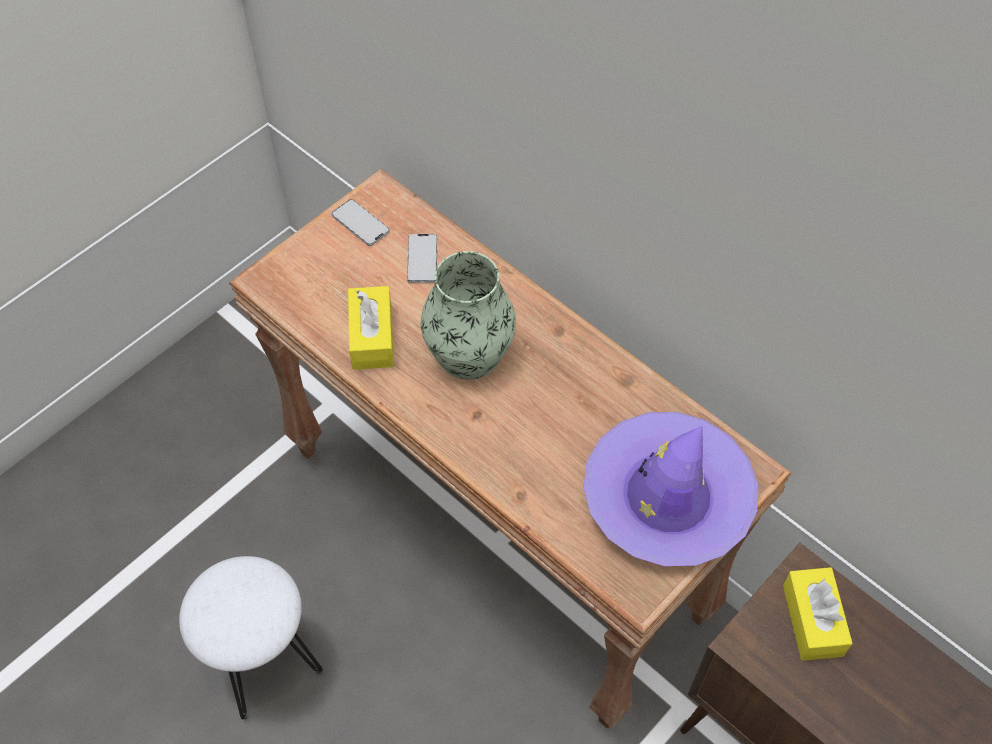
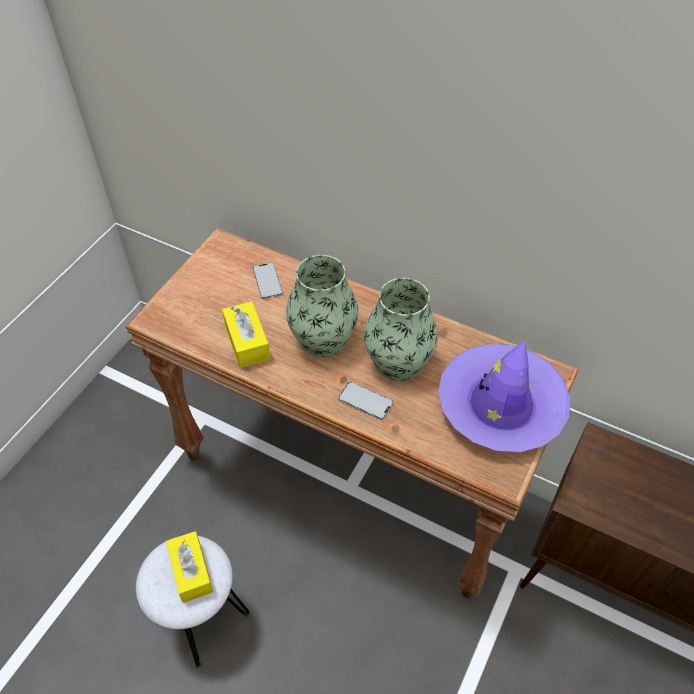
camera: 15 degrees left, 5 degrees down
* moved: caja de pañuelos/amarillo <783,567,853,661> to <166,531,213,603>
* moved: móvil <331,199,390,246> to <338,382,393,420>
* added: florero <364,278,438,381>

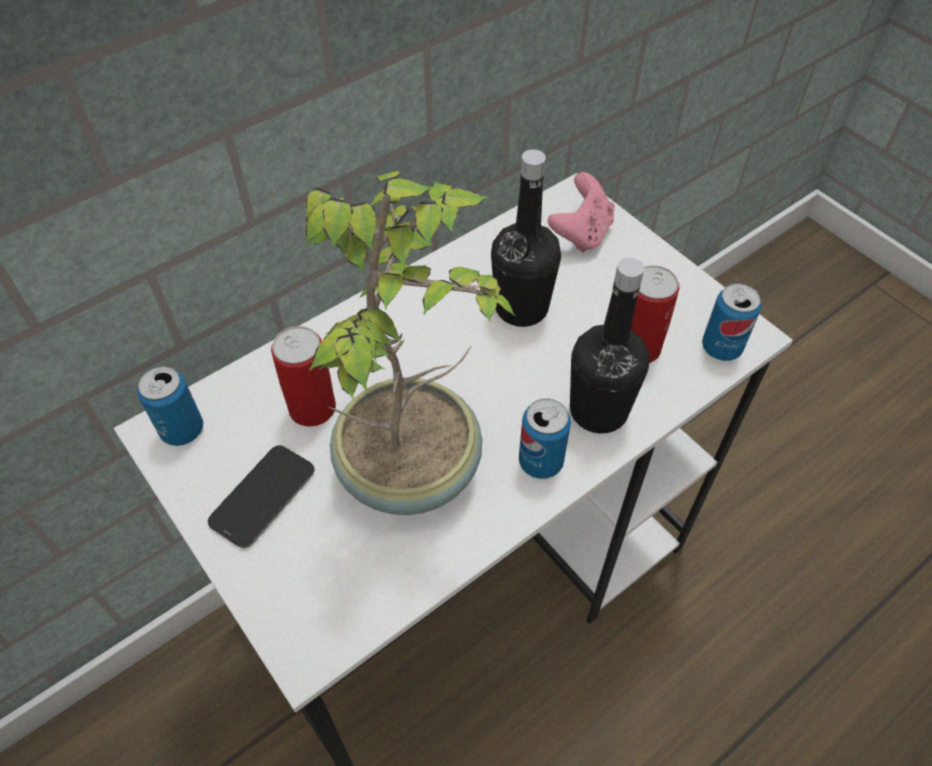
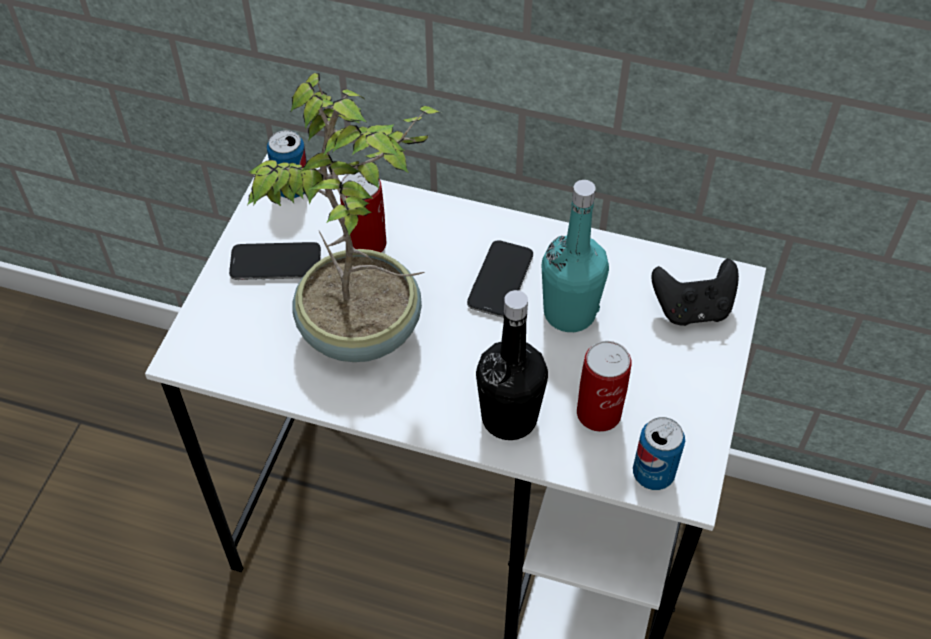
camera: 55 degrees right, 0 degrees up
* added: móvil <467,240,533,317>
* recoloured: botella/negro <491,149,561,327> to botella/turquesa <542,180,609,332>
* recoloured: mando de consola/rosa <548,172,615,253> to mando de consola/negro <651,259,739,326>
* removed: lata <519,398,571,479>

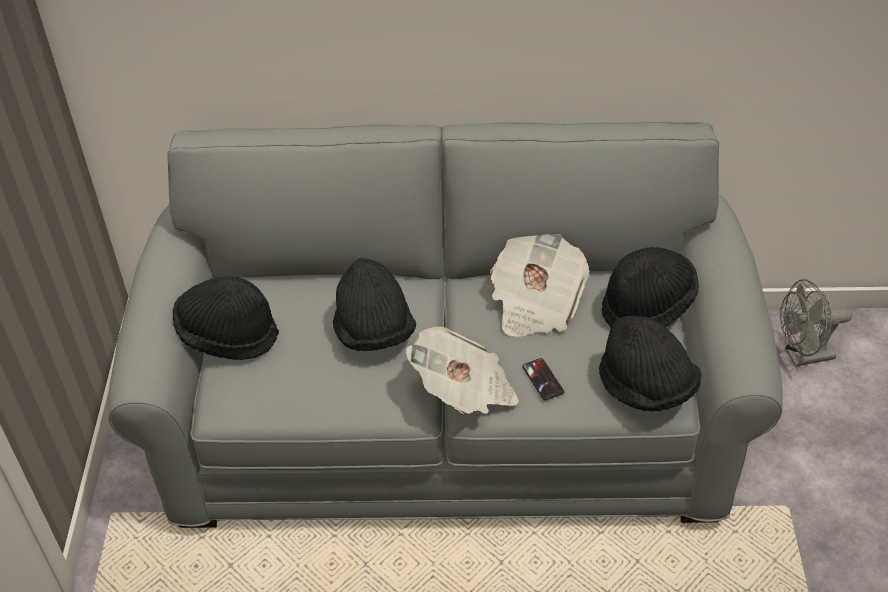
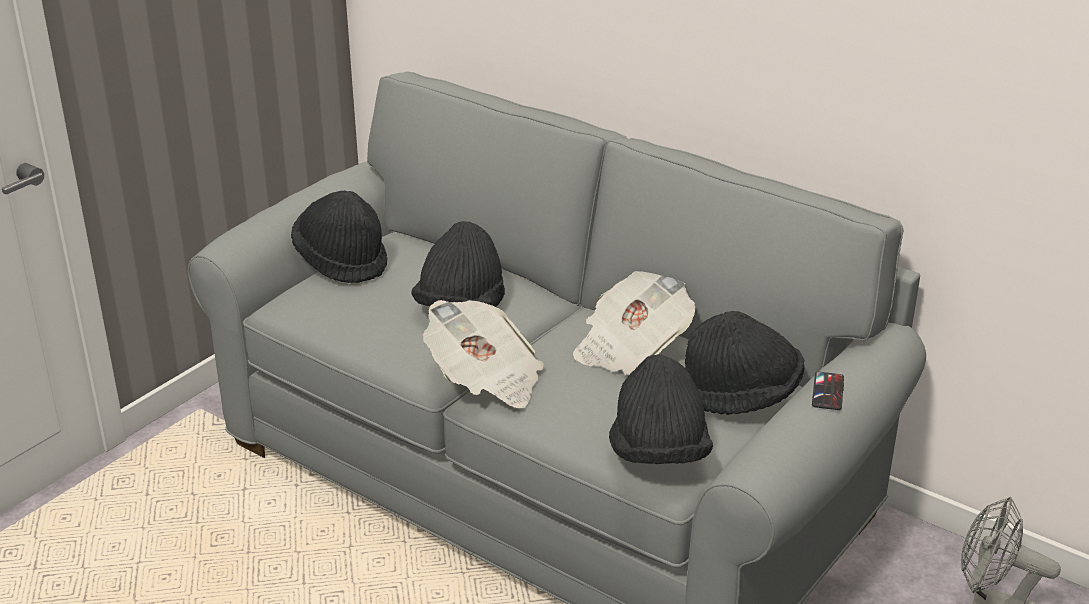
camera: 35 degrees right, 15 degrees down
* moved: móvil <522,358,564,400> to <812,372,844,410>

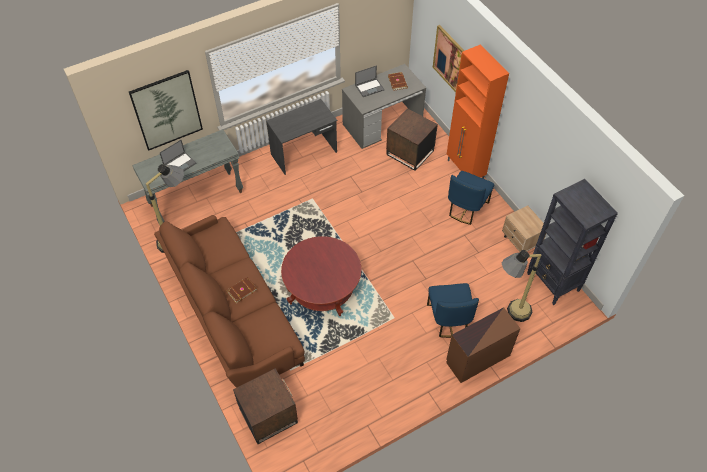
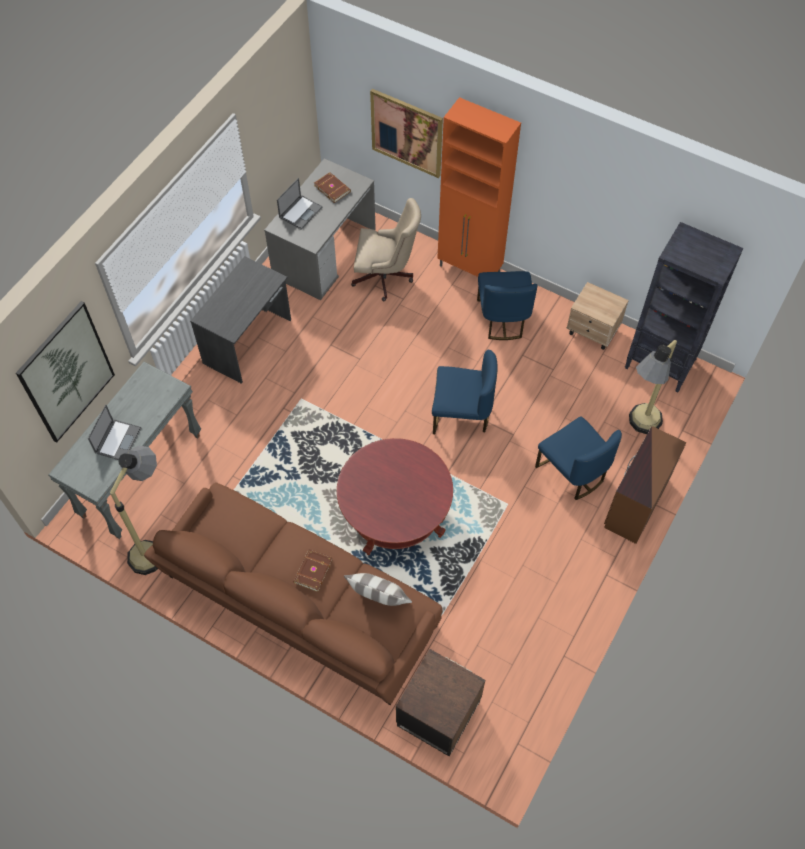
camera: 30 degrees left, 5 degrees up
* added: cojín <344,573,412,606>
* replaced: mesa auxiliar/marrón <386,108,438,171> to silla de oficina/beis <351,198,421,301>
* added: silla/azul <432,350,498,434>

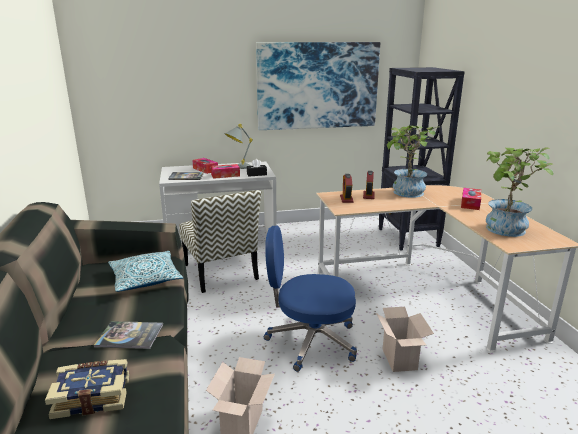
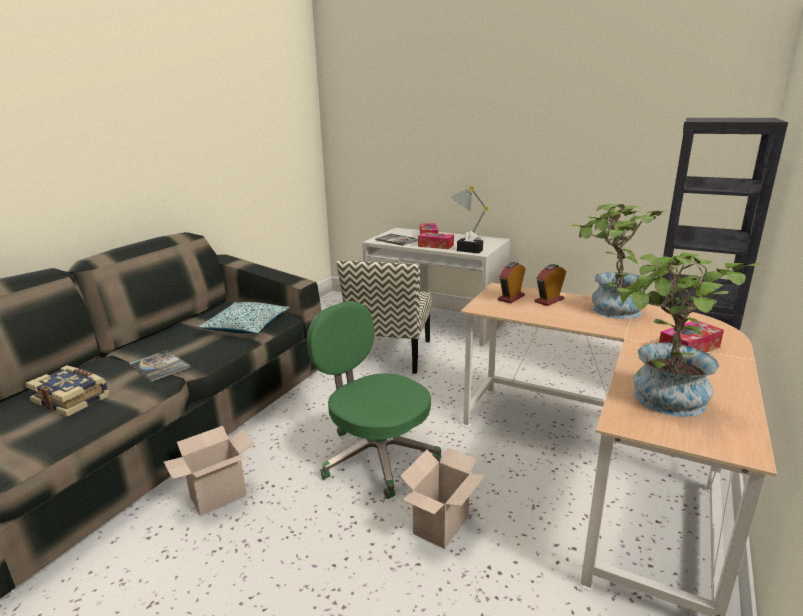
camera: 40 degrees right, 0 degrees up
* recoloured: silla de oficina/azul <264,226,357,372> to silla de oficina/verde <307,301,441,499>
* removed: cuadro <256,42,380,130>

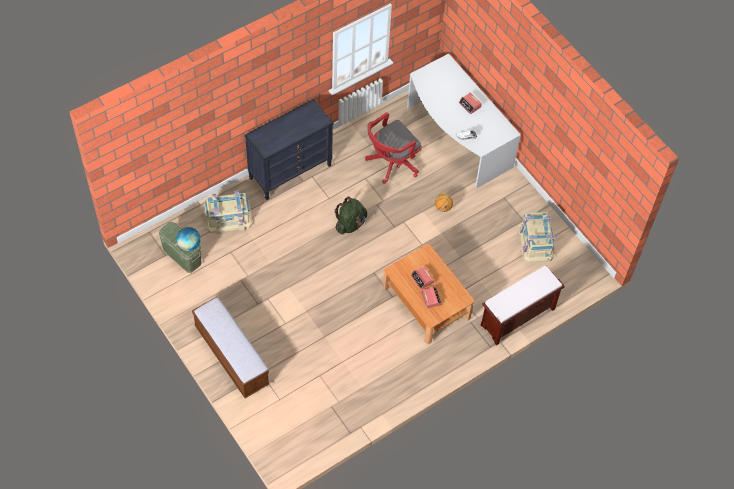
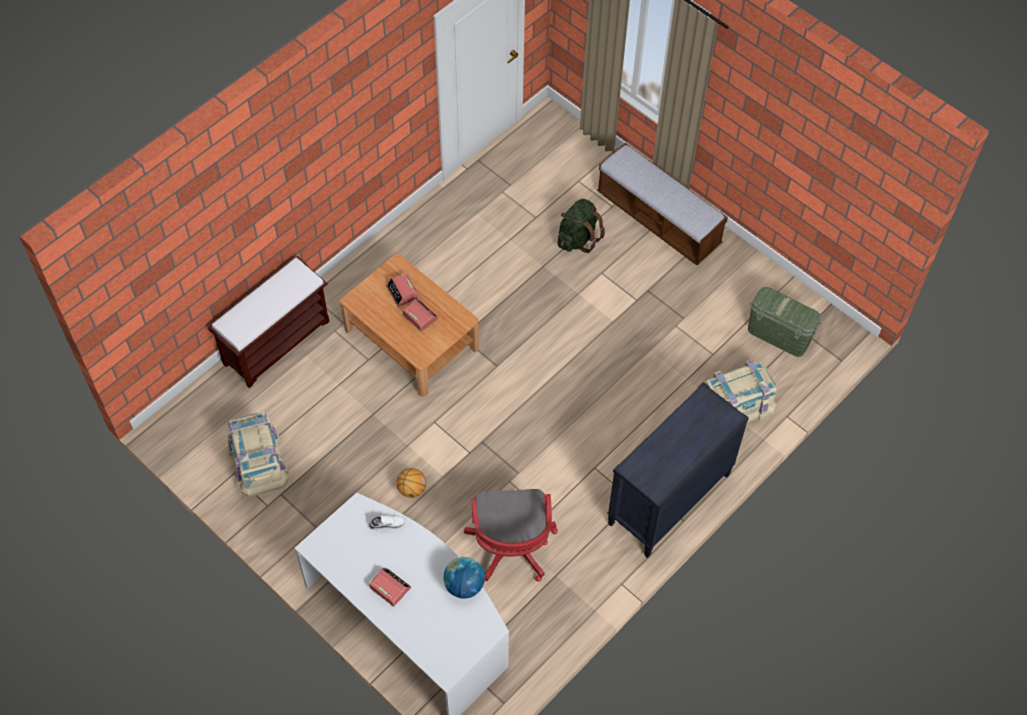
camera: 170 degrees right, 0 degrees up
* moved: globo terráqueo <176,227,201,251> to <444,557,485,599>
* turned: silla de oficina/rojo <365,112,422,184> = <464,489,558,582> 135 degrees clockwise
* moved: mochila/verde <335,196,367,234> to <558,199,605,253>

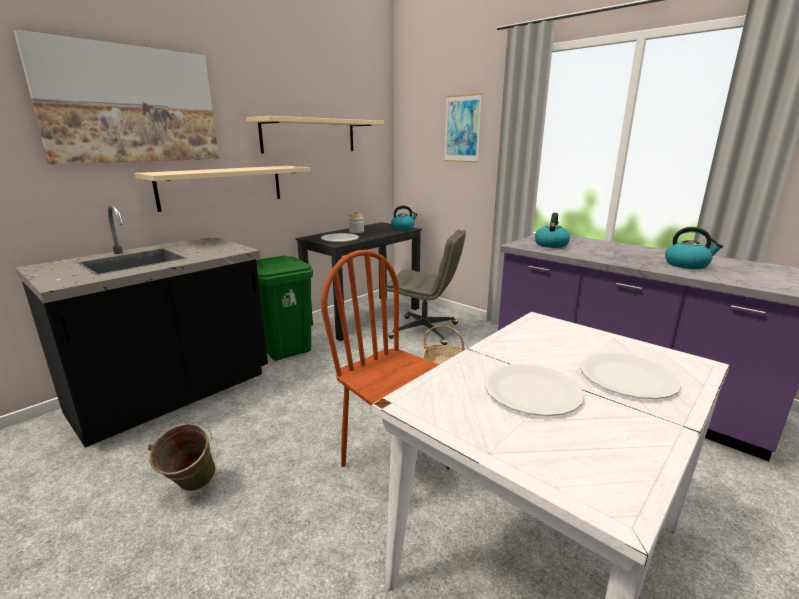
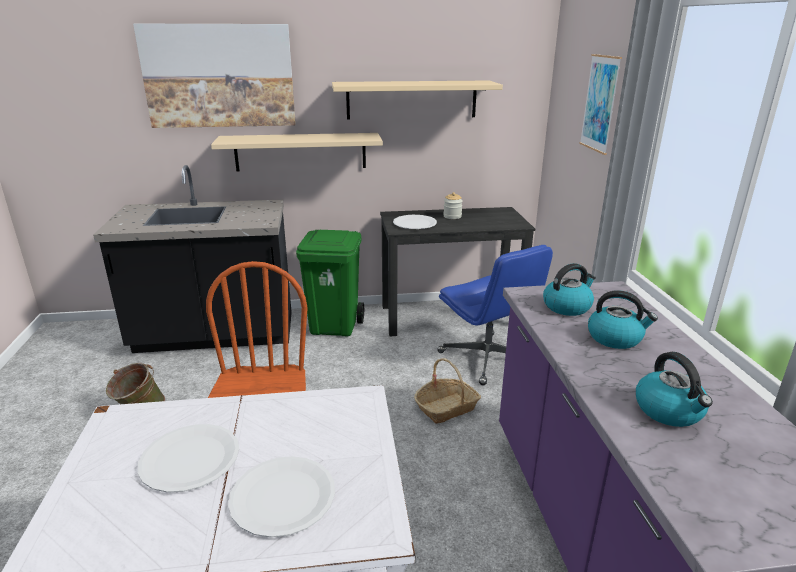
camera: 40 degrees right, 5 degrees up
* recoloured: silla de oficina/gris <386,229,466,345> to silla de oficina/azul <437,245,553,386>
* moved: hervidor <391,206,418,230> to <588,290,658,349>

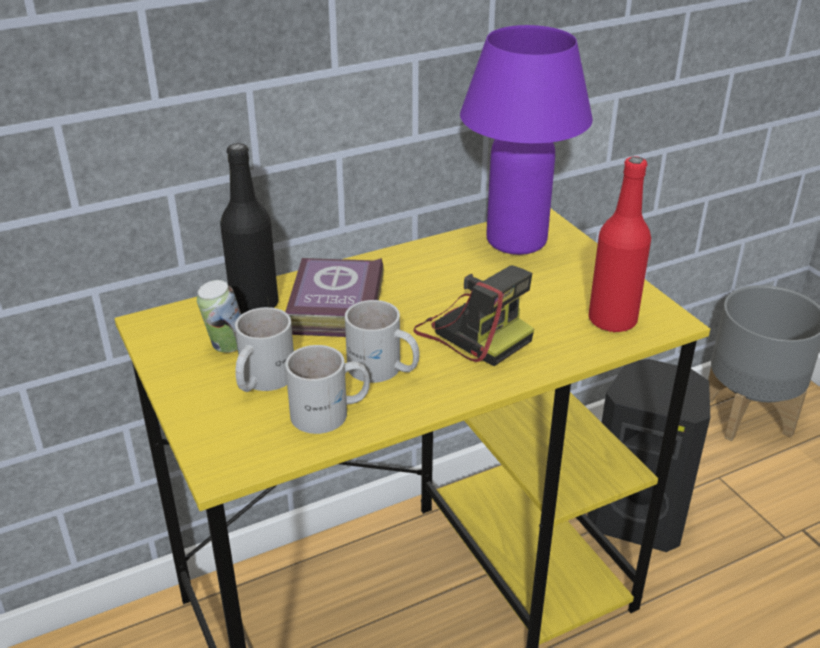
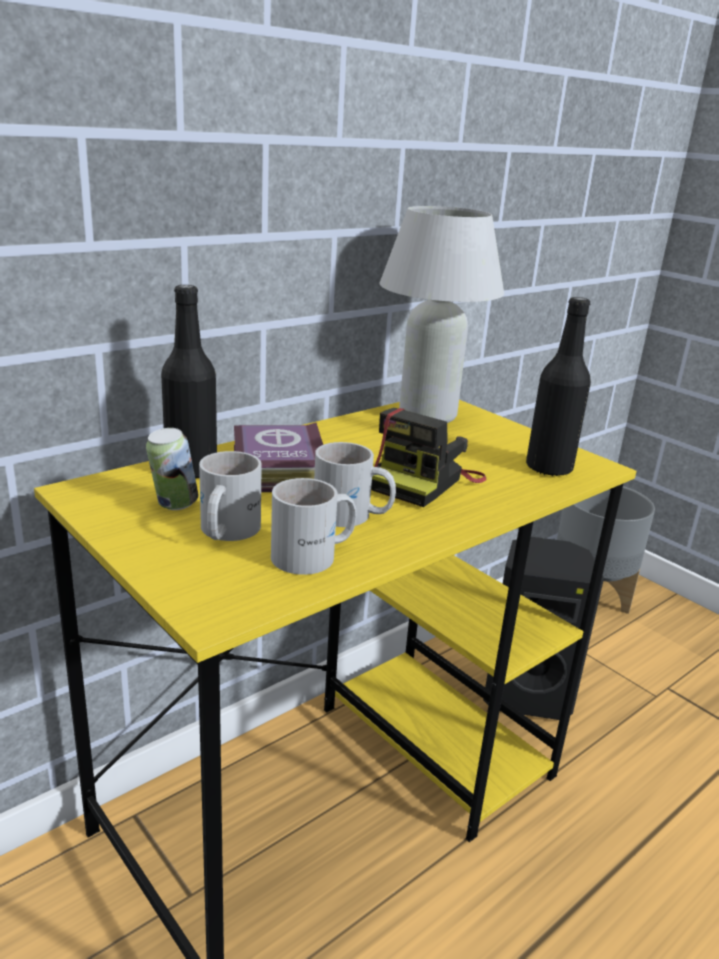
camera: 15 degrees left, 10 degrees down
* turned: cámara <414,265,534,366> = <371,408,486,507> 90 degrees clockwise
* recoloured: lámpara de mesa/morado <460,25,593,255> to lámpara de mesa/blanco <380,206,504,423>
* recoloured: botella/rojo <589,156,651,332> to botella/negro <526,297,591,477>

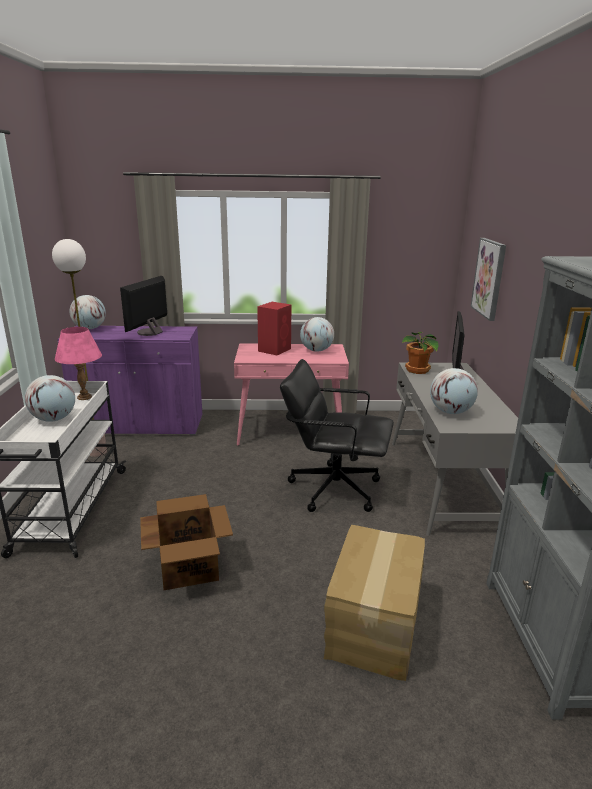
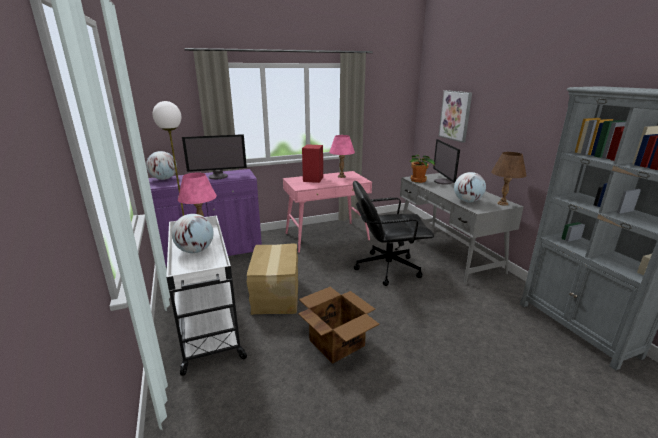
camera: 20 degrees left, 0 degrees up
* turned: monitor <120,276,167,336> = <182,134,247,179> 105 degrees counterclockwise
* moved: caja de cartón <324,525,425,681> to <247,243,298,315>
* replaced: globo terráqueo <300,317,334,352> to lámpara de mesa/rosa <329,135,355,178>
* added: lámpara de mesa/marrón <491,152,527,206>

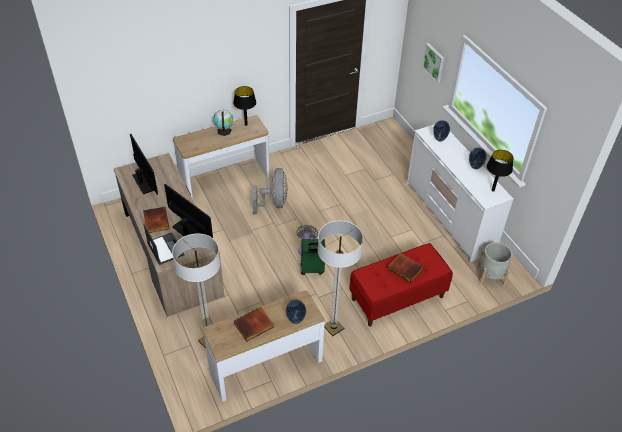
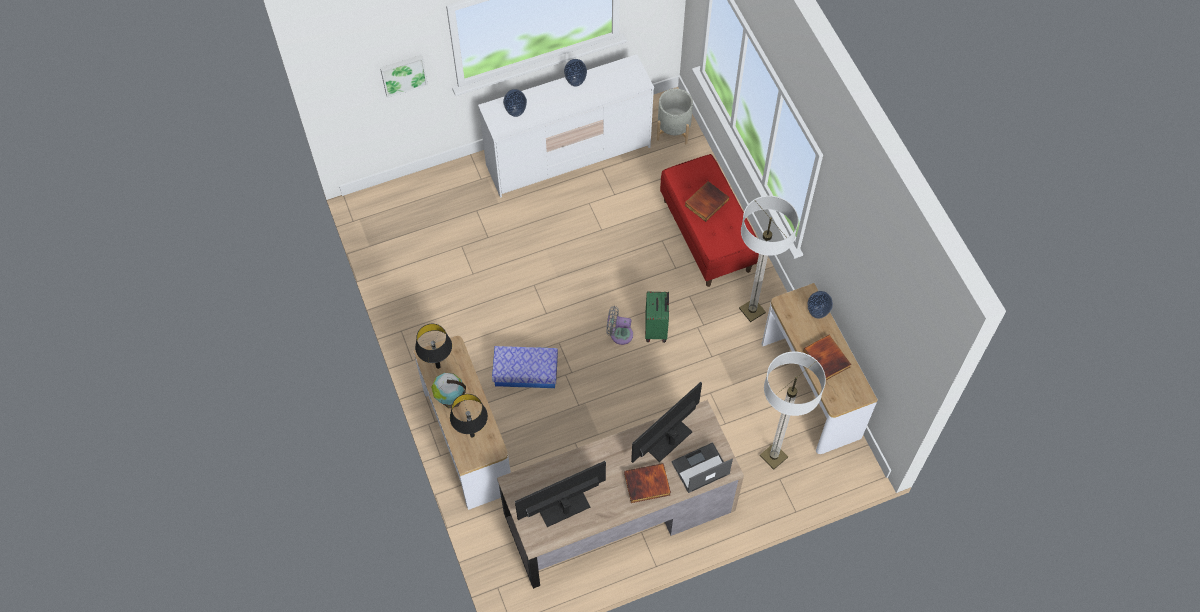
camera: 85 degrees left, 15 degrees up
* moved: lámpara de mesa/negro <487,150,514,192> to <450,394,488,437>
* replaced: ventilador/gris <252,168,288,214> to caja de almacenaje <492,346,558,388>

